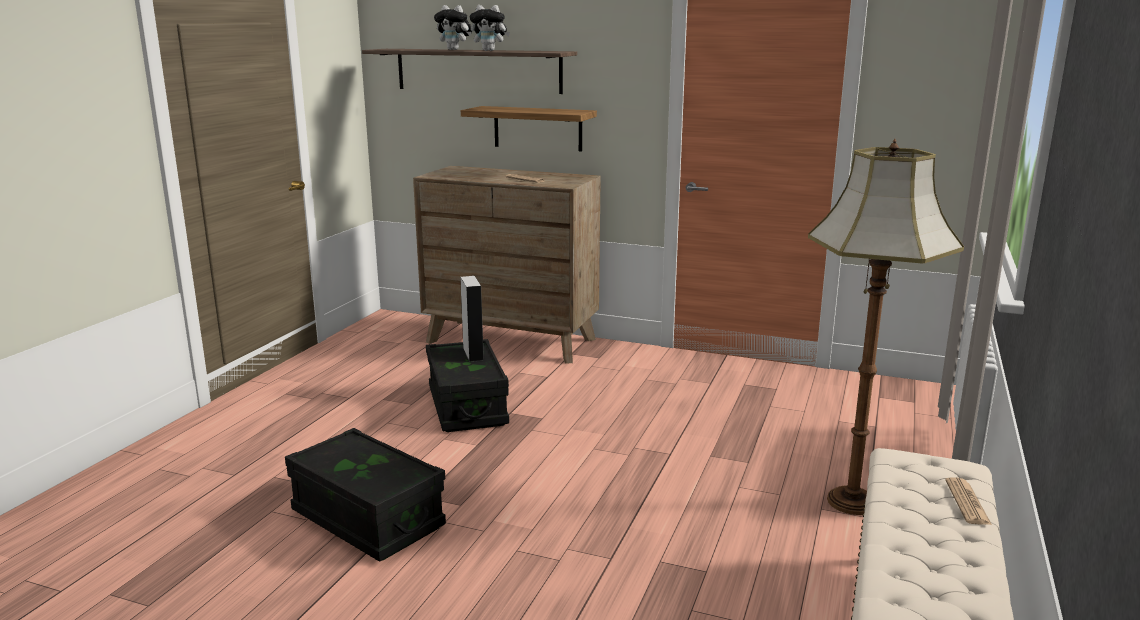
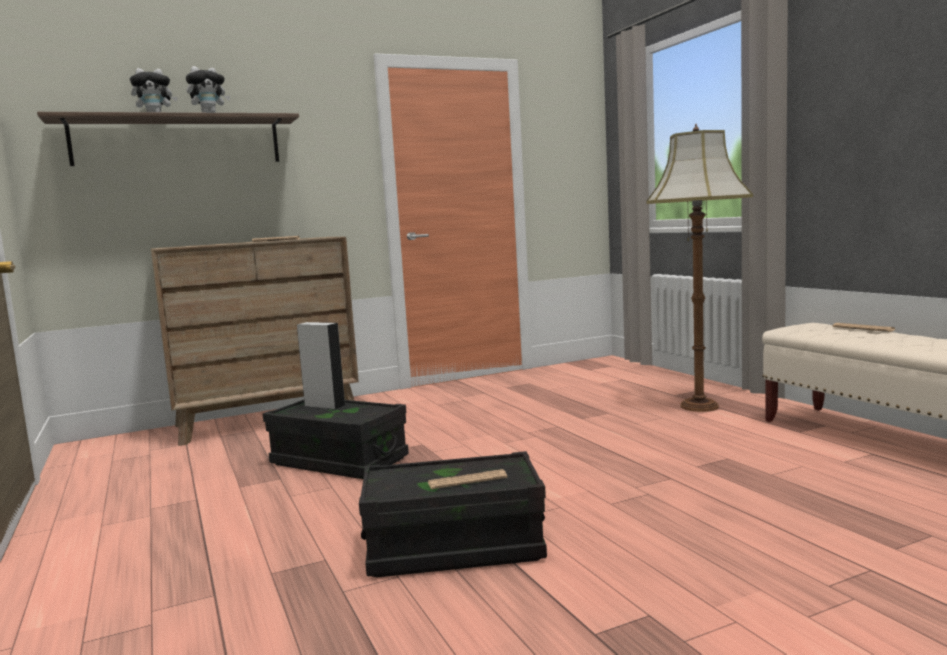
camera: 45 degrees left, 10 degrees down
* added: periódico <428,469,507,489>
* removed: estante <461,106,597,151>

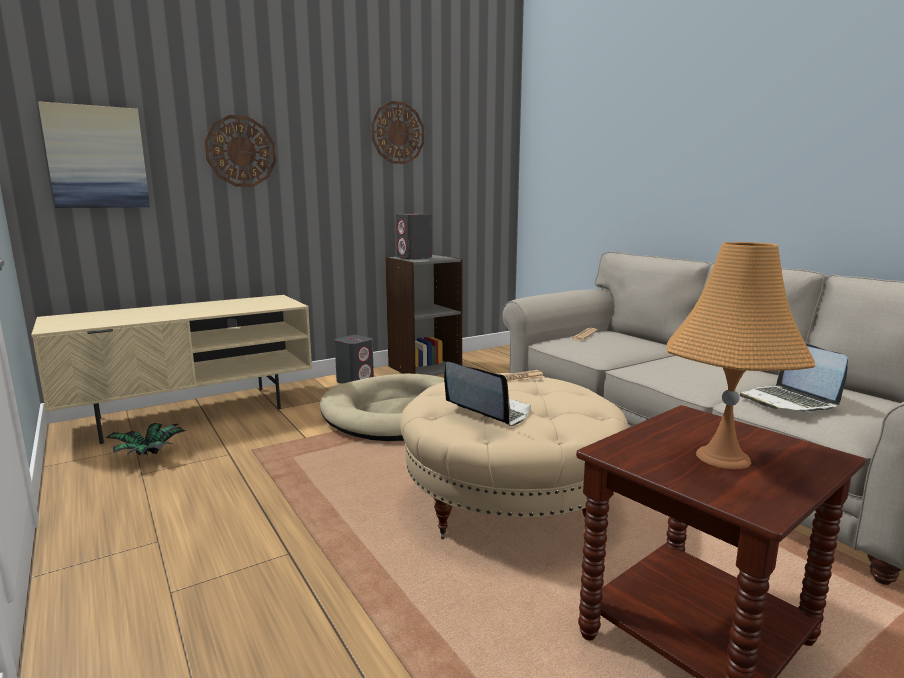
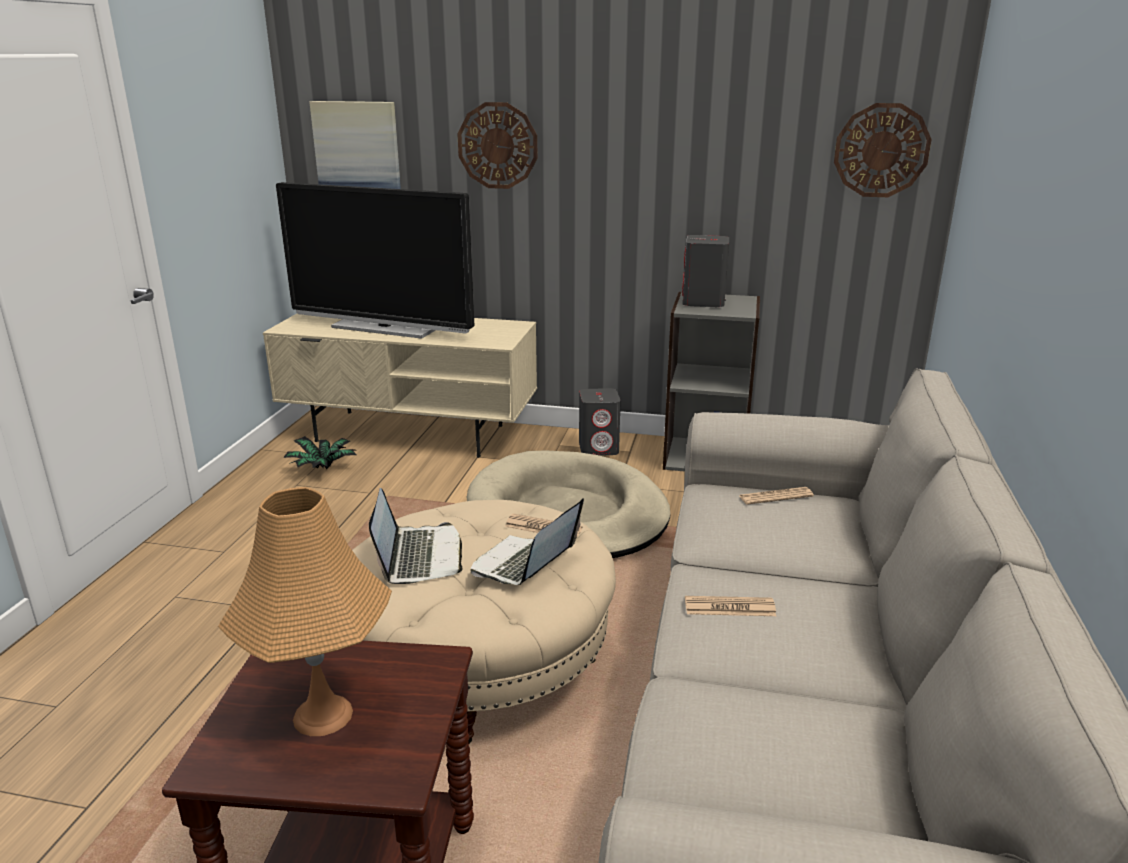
camera: 45 degrees right, 10 degrees up
* added: televisor <276,182,474,339>
* moved: portátil <740,343,848,412> to <470,498,584,585>
* added: periódico <685,596,776,616>
* moved: reloj de pared <371,101,424,164> to <834,103,932,197>

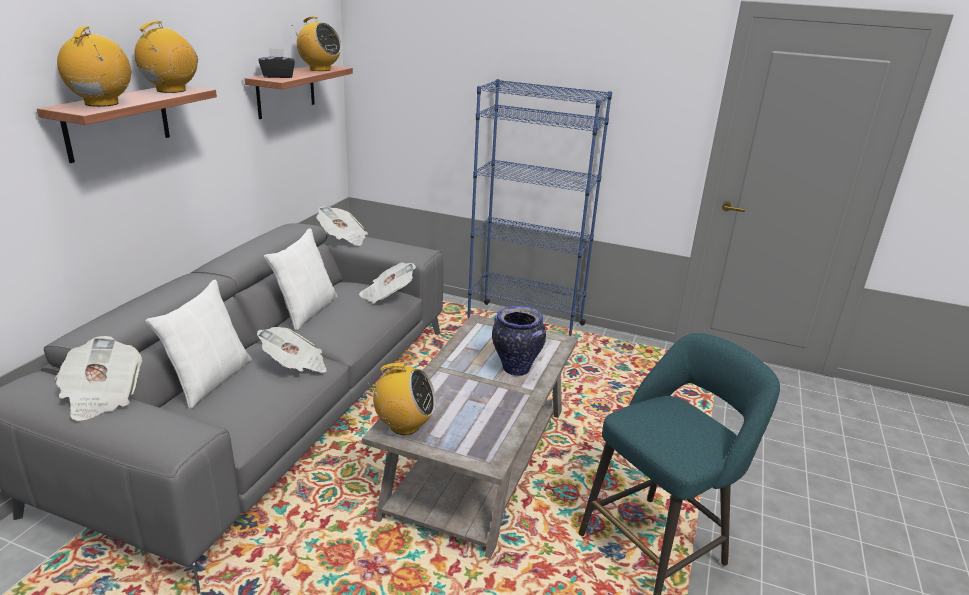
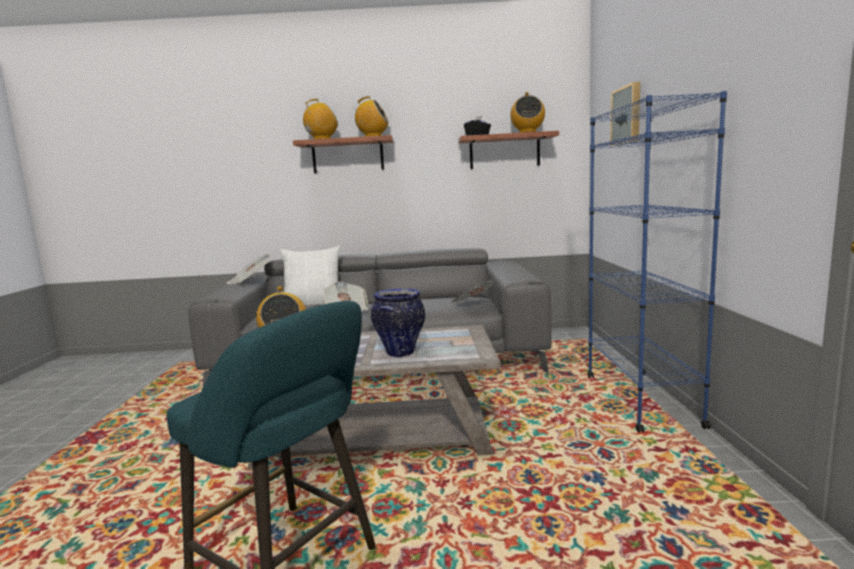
camera: 70 degrees right, 15 degrees down
* added: cuadro <610,82,640,146>
* removed: cojín/blanco <264,228,338,331>
* removed: periódico <316,206,368,246>

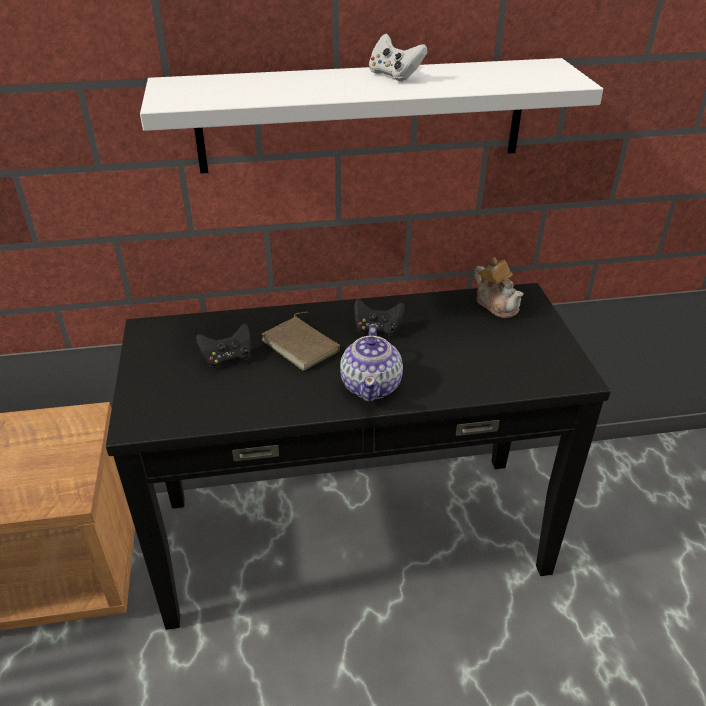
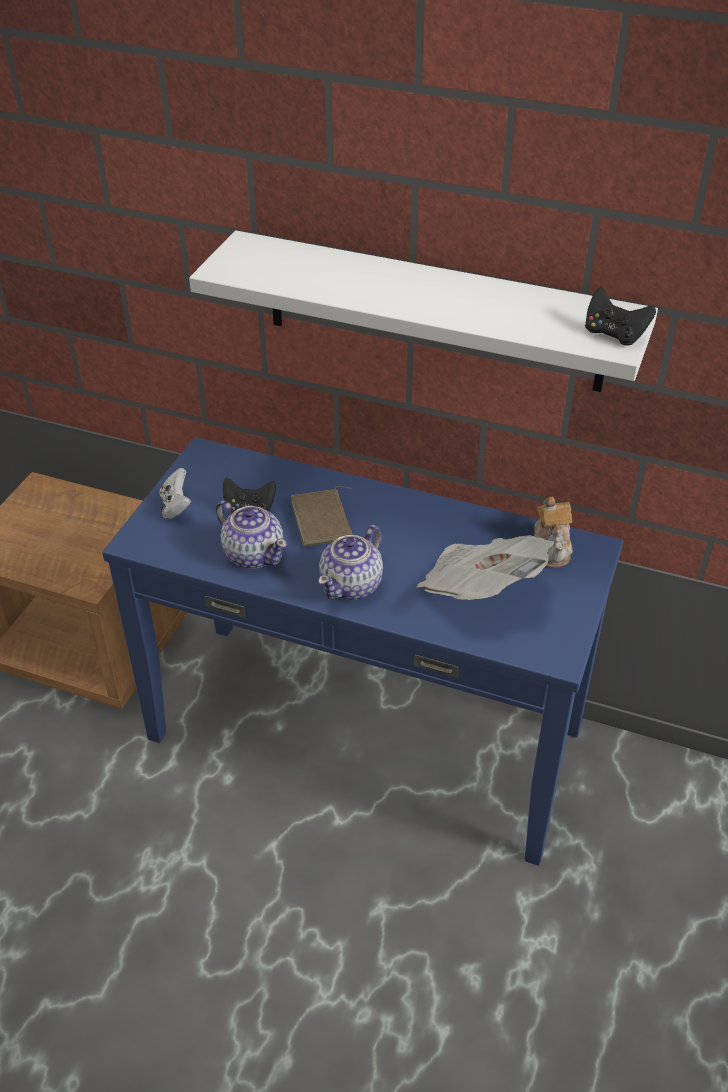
camera: 30 degrees right, 5 degrees up
* recoloured: mesa consola/negro <106,283,611,630> to mesa consola/azul <102,437,623,866>
* moved: mando de consola/blanco <369,34,428,81> to <159,468,191,519>
* added: tetera <216,500,287,569>
* added: periódico <416,535,555,600>
* moved: mando de consola/negro <354,299,405,336> to <585,287,656,346>

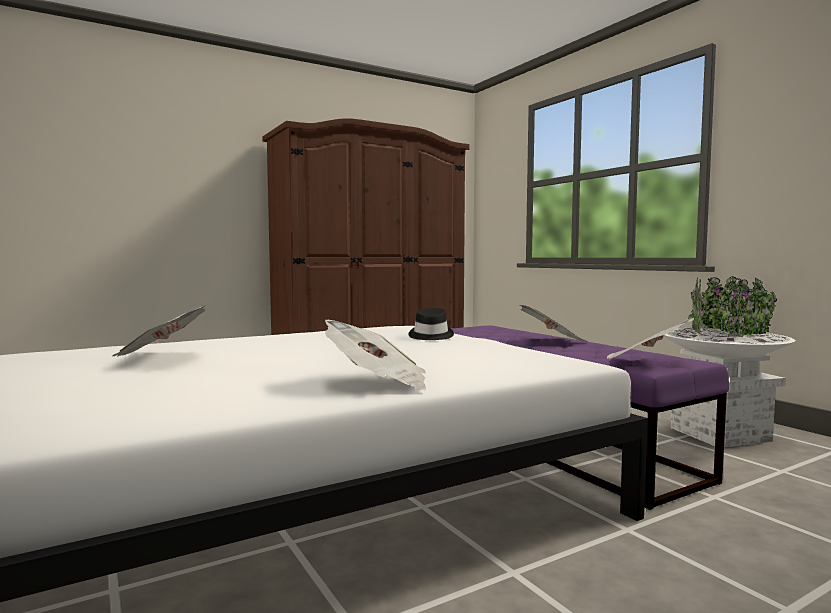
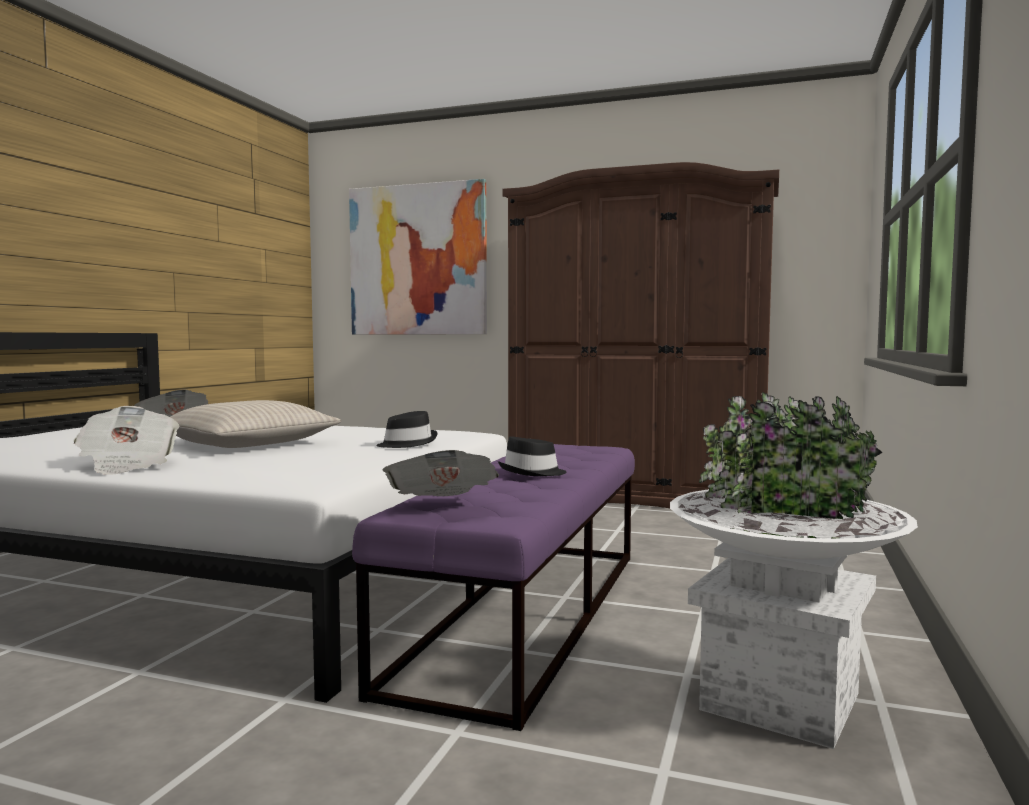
camera: 50 degrees right, 0 degrees up
* added: cojín/beis <170,400,342,448>
* added: cuadro <349,179,487,334>
* replaced: periódico <519,305,588,342> to sombrero/negro <498,436,566,476>

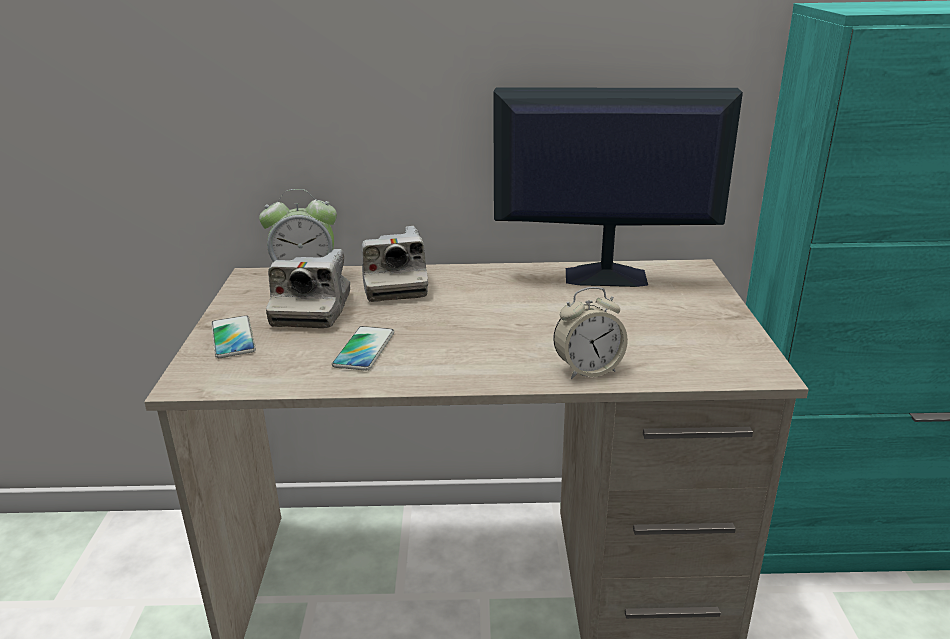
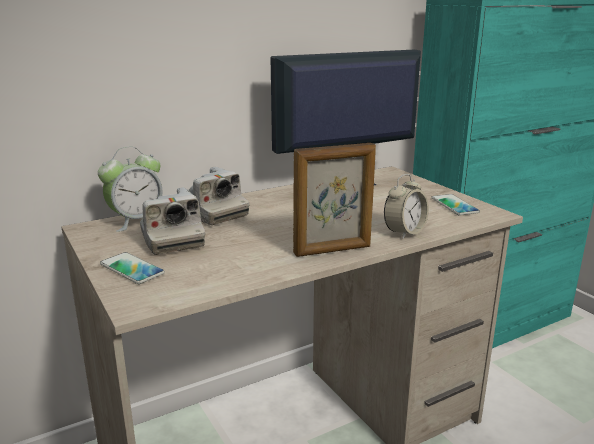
camera: 30 degrees left, 5 degrees down
* added: portarretratos <293,143,376,257>
* moved: móvil <332,326,394,371> to <431,194,480,216>

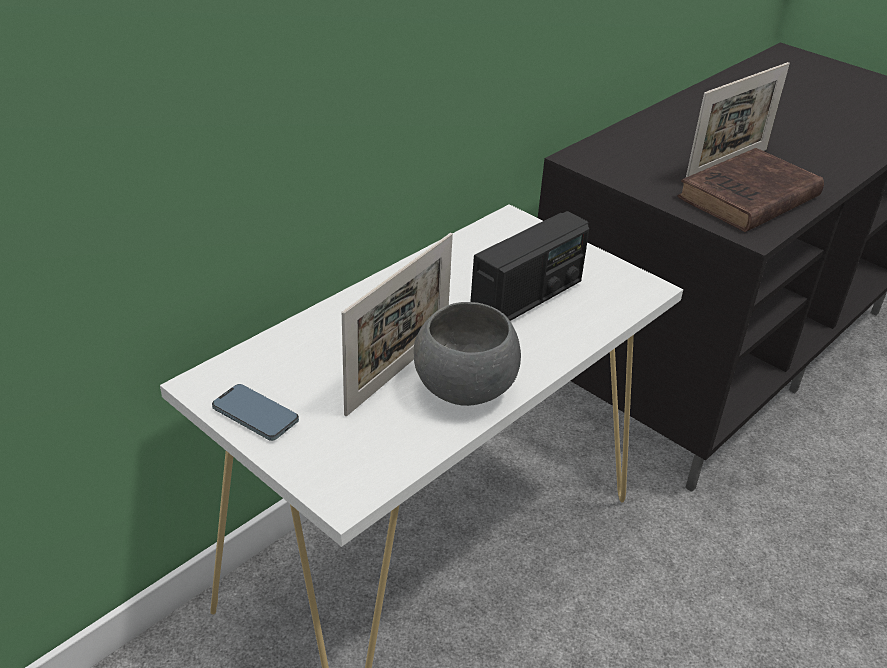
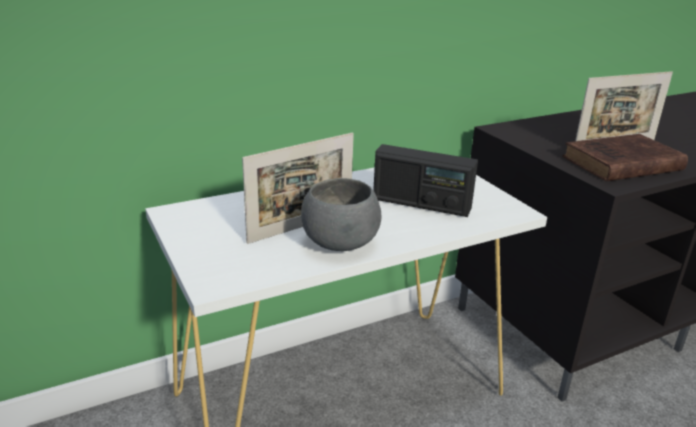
camera: 20 degrees right, 10 degrees down
* turned: radio <470,211,589,321> = <373,144,478,217> 45 degrees clockwise
* removed: móvil <212,384,299,441>

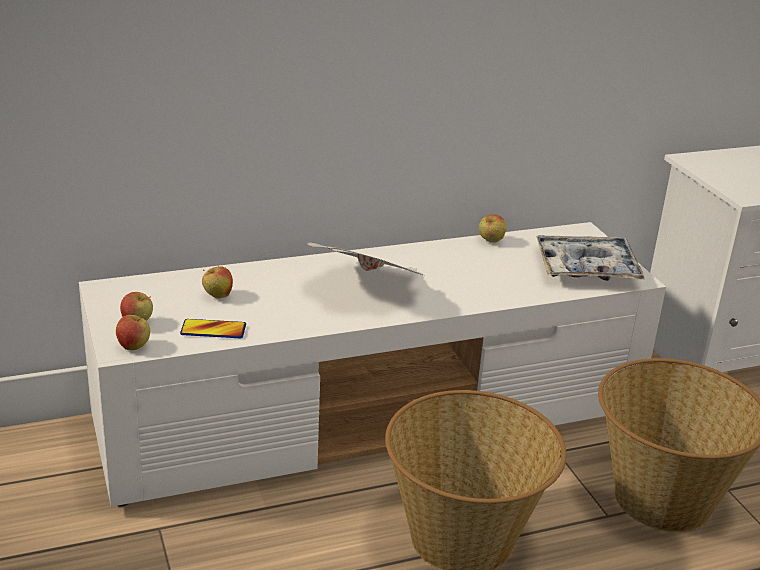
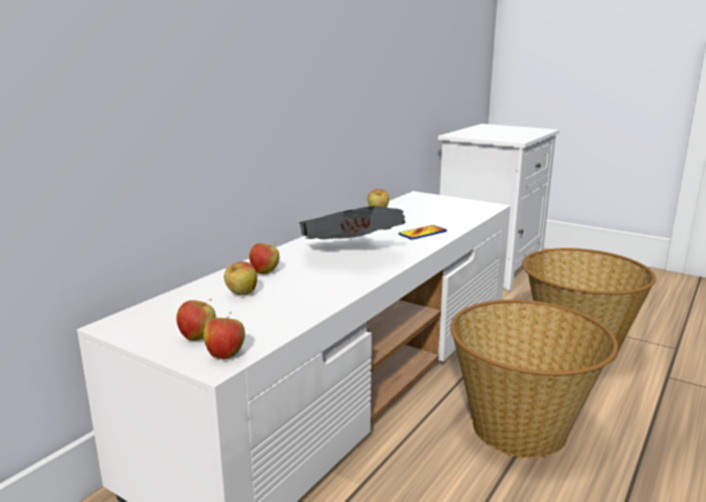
camera: 35 degrees left, 10 degrees down
* added: manzana <249,242,280,274>
* moved: móvil <180,319,246,338> to <399,225,447,240>
* removed: bandeja <536,235,645,281>

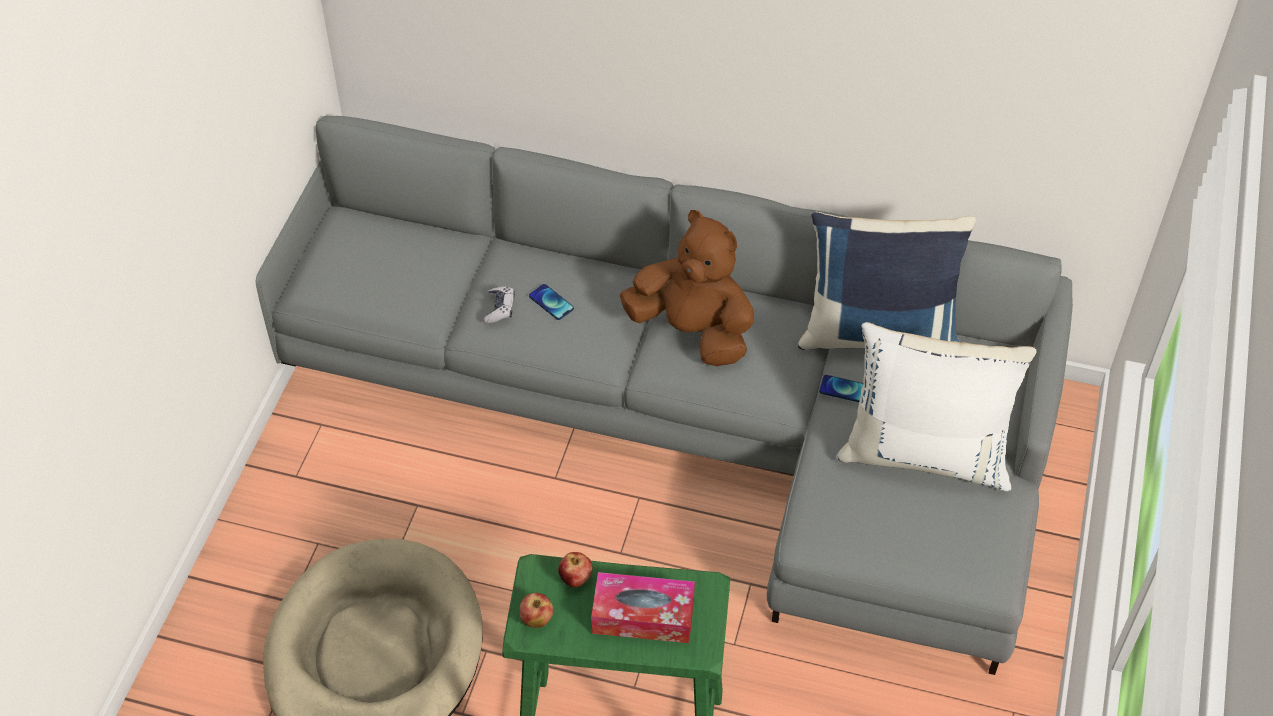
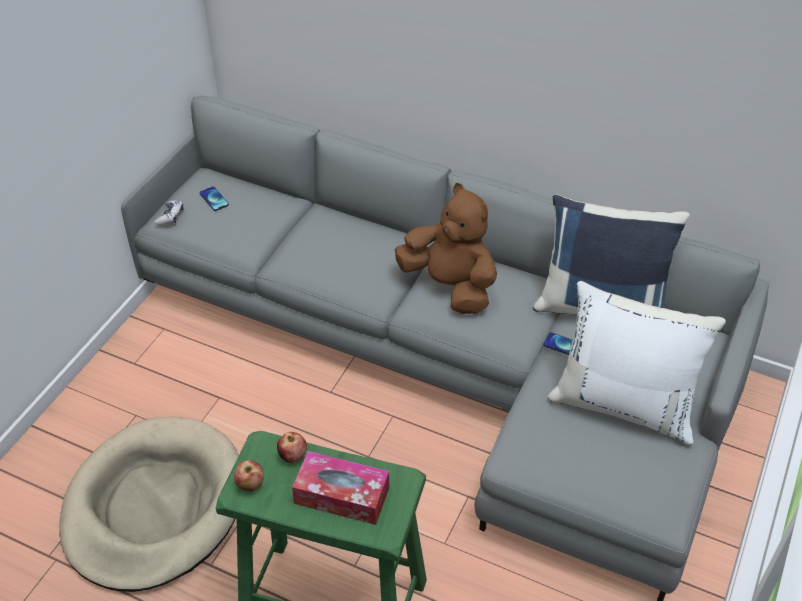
camera: 10 degrees right, 5 degrees down
* moved: mando de consola <484,286,515,323> to <155,200,183,225>
* moved: móvil <529,284,574,320> to <199,186,229,211>

